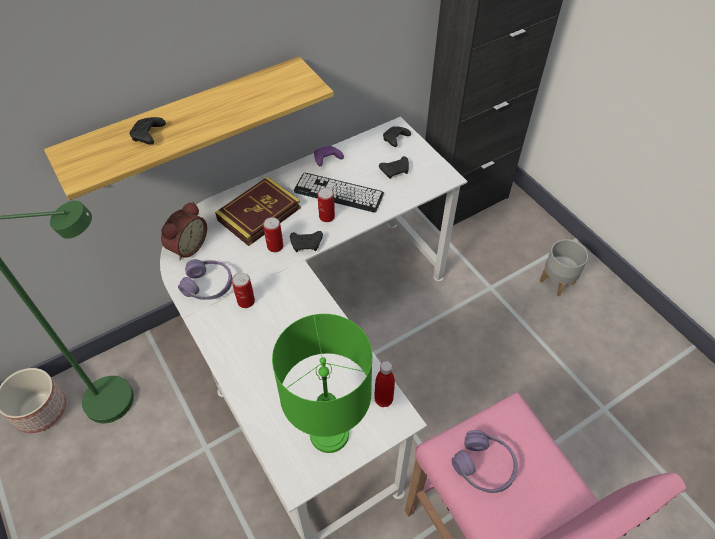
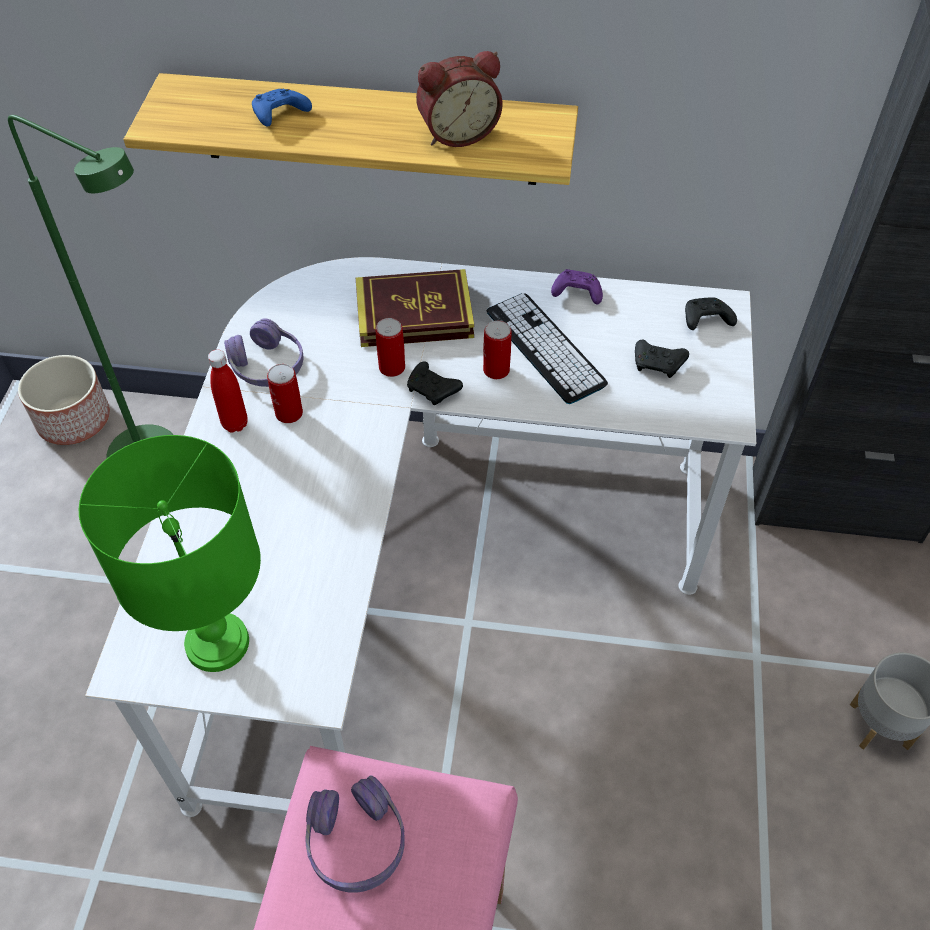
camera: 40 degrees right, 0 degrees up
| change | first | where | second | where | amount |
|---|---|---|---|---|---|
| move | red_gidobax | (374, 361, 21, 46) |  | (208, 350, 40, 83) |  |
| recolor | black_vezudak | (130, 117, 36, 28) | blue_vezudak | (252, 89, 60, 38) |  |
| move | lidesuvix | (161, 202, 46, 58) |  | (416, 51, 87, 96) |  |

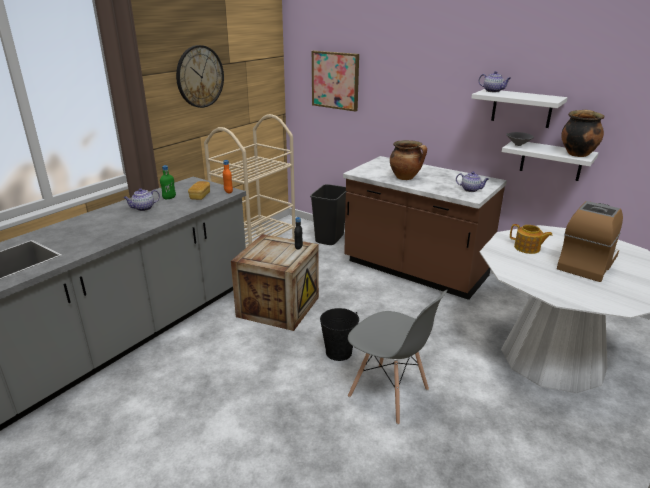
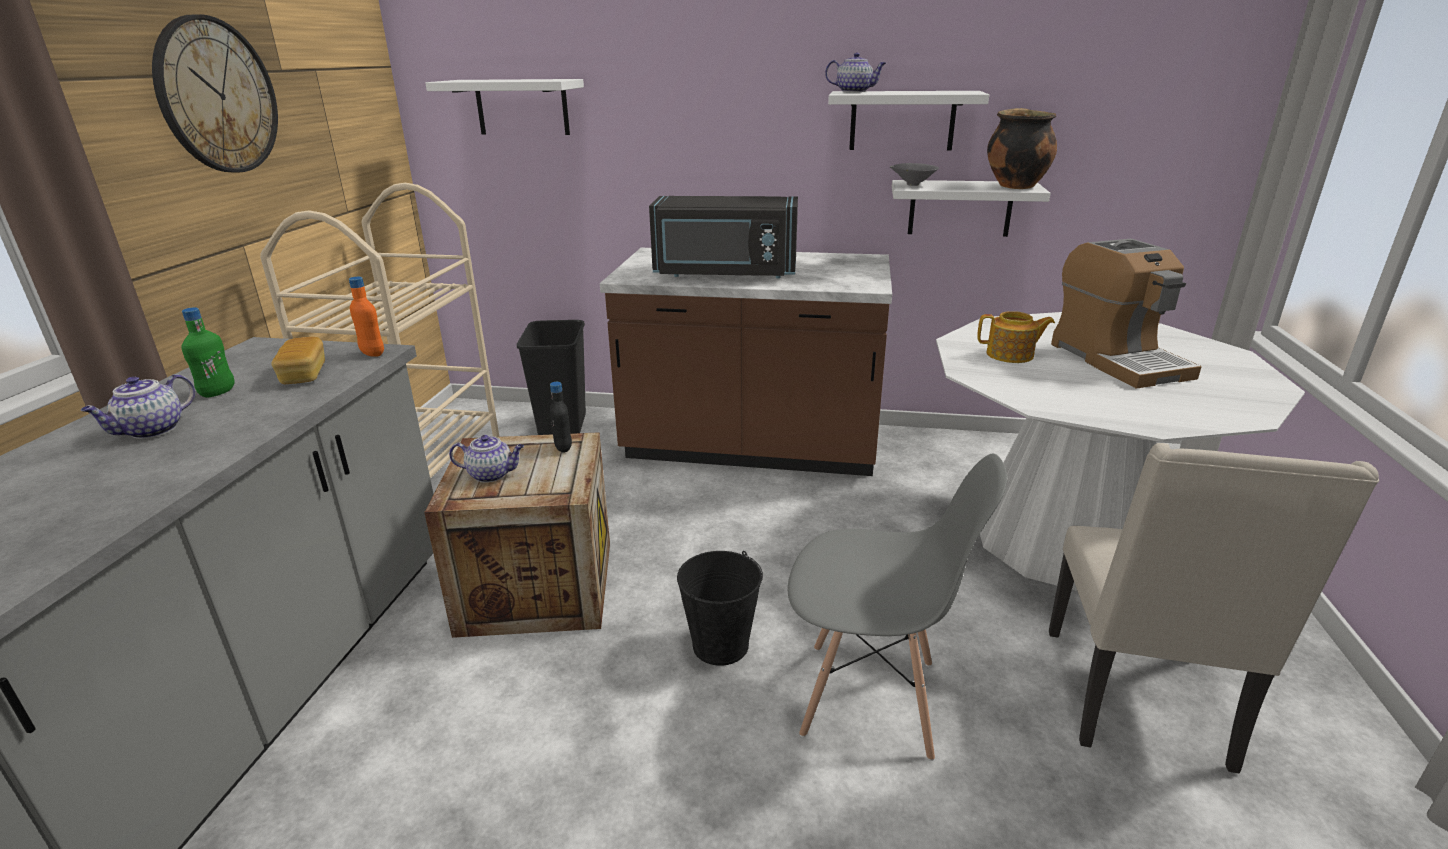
camera: 25 degrees left, 0 degrees up
| change | first | where | second | where | amount |
|---|---|---|---|---|---|
| replace | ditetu | (312, 51, 47, 61) | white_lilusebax | (425, 79, 159, 56) |  |
| move | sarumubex | (456, 172, 33, 20) |  | (449, 435, 75, 48) |  |
| replace | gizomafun | (390, 140, 37, 40) | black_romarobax | (649, 196, 149, 82) |  |
| insert |  |  | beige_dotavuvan | (1049, 443, 330, 331) |  |
| rotate | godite | (557, 201, 66, 81) |  | (1051, 239, 151, 150) | 150 degrees clockwise |

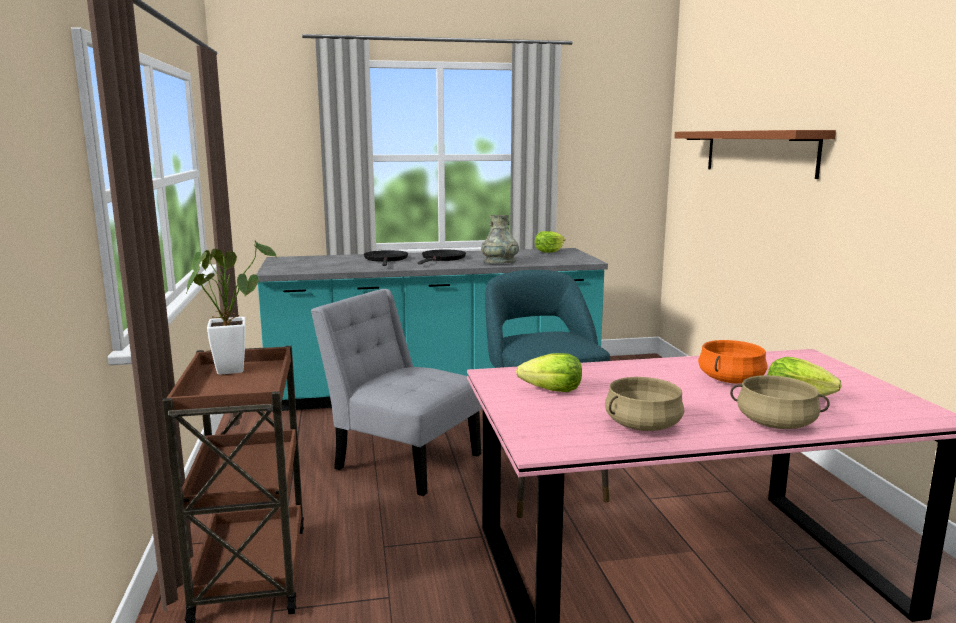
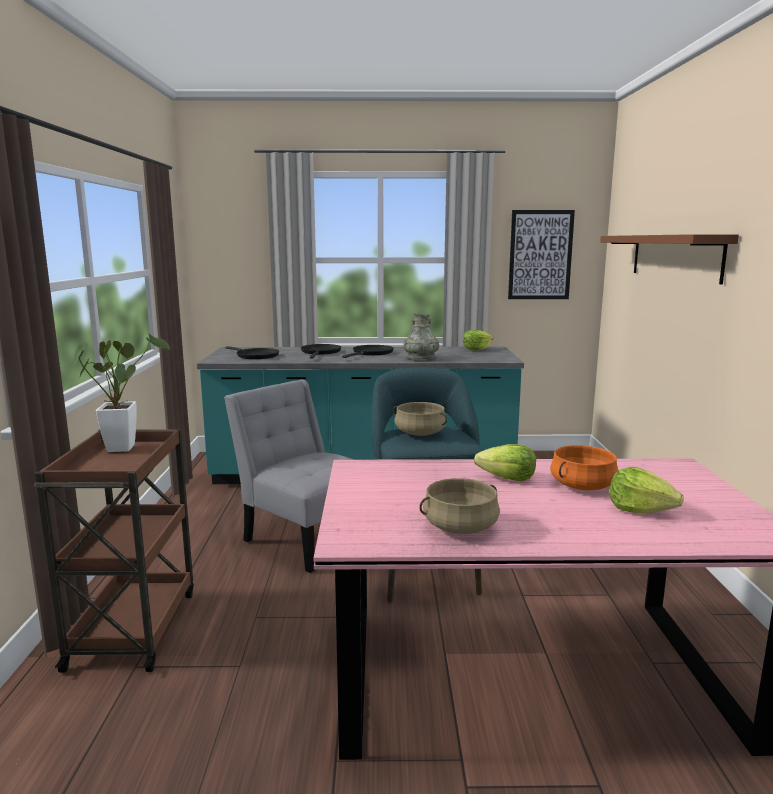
camera: 10 degrees right, 0 degrees up
| change | first | where | second | where | amount |
|---|---|---|---|---|---|
| insert |  |  | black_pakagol | (225, 346, 54, 13) |  |
| move | beige_gizomafun | (730, 375, 100, 54) |  | (393, 402, 54, 34) |  |
| move | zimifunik | (516, 353, 66, 39) |  | (474, 444, 62, 38) |  |
| insert |  |  | ditetu | (508, 210, 67, 89) |  |

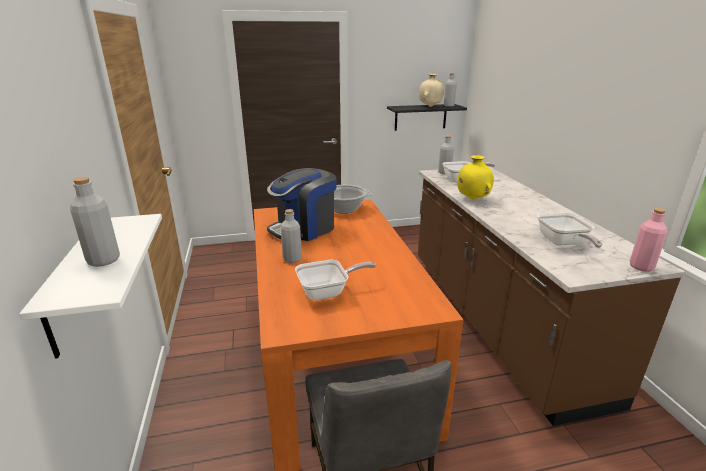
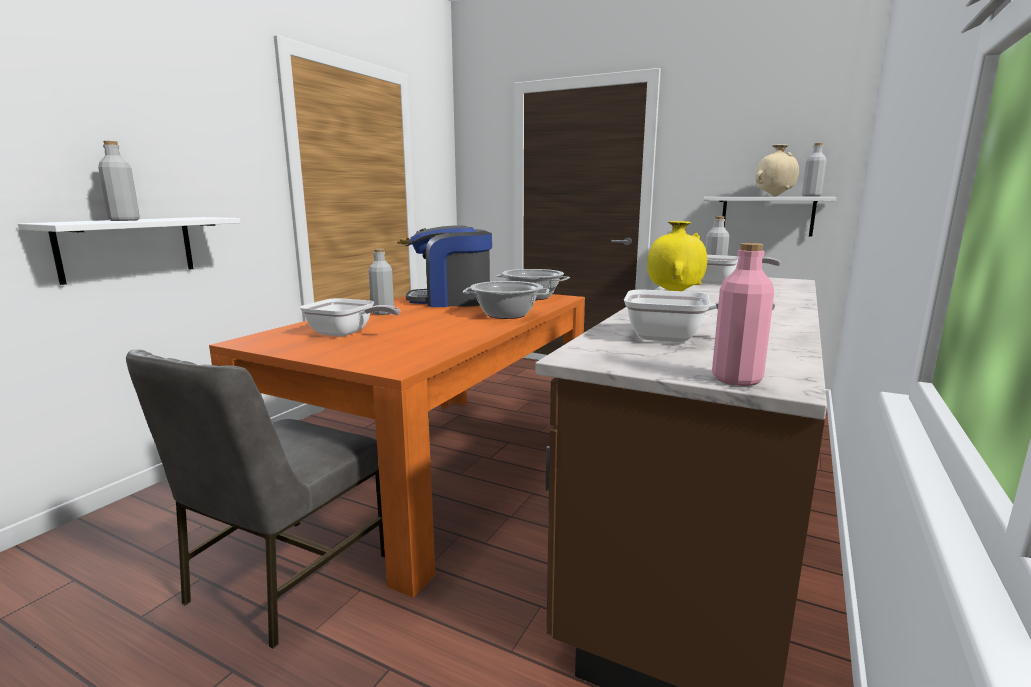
camera: 40 degrees right, 10 degrees down
| change | first | where | second | where | amount |
|---|---|---|---|---|---|
| insert |  |  | gizomafun | (463, 281, 86, 38) |  |
| rotate | pakagol | (537, 213, 66, 35) |  | (624, 290, 151, 52) | 105 degrees counterclockwise |
| recolor | black_lilusebax | (387, 104, 80, 27) | white_lilusebax | (703, 197, 133, 40) |  |

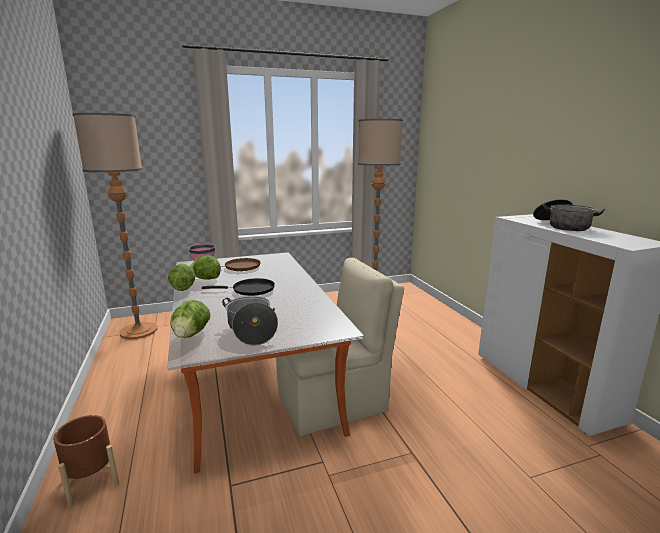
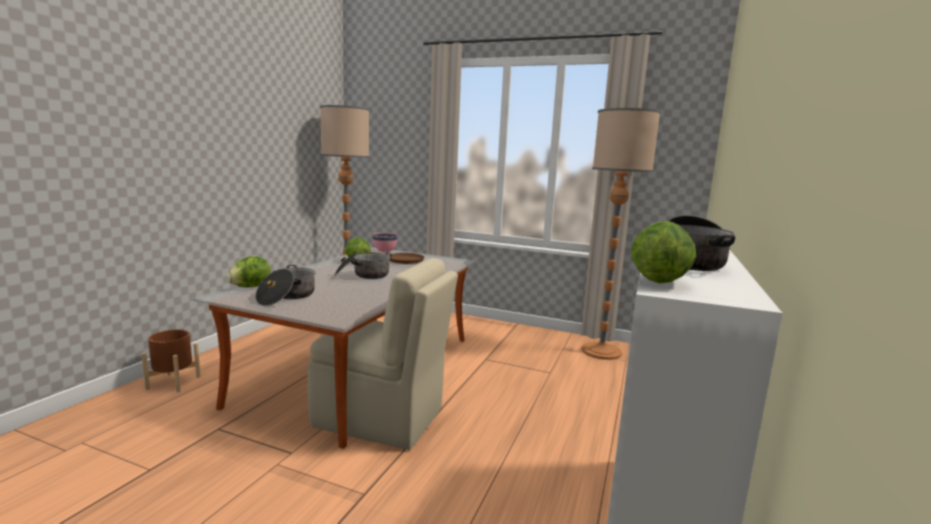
camera: 40 degrees right, 5 degrees down
| change | first | where | second | where | amount |
|---|---|---|---|---|---|
| replace | black_pakagol | (202, 278, 73, 18) | gizomafun | (334, 251, 58, 28) |  |
| move | zimifunik | (168, 264, 27, 27) |  | (631, 221, 65, 62) |  |

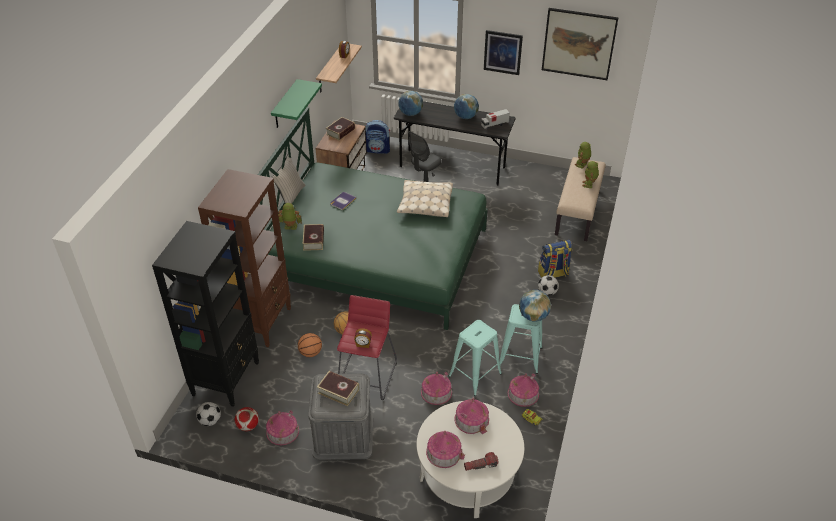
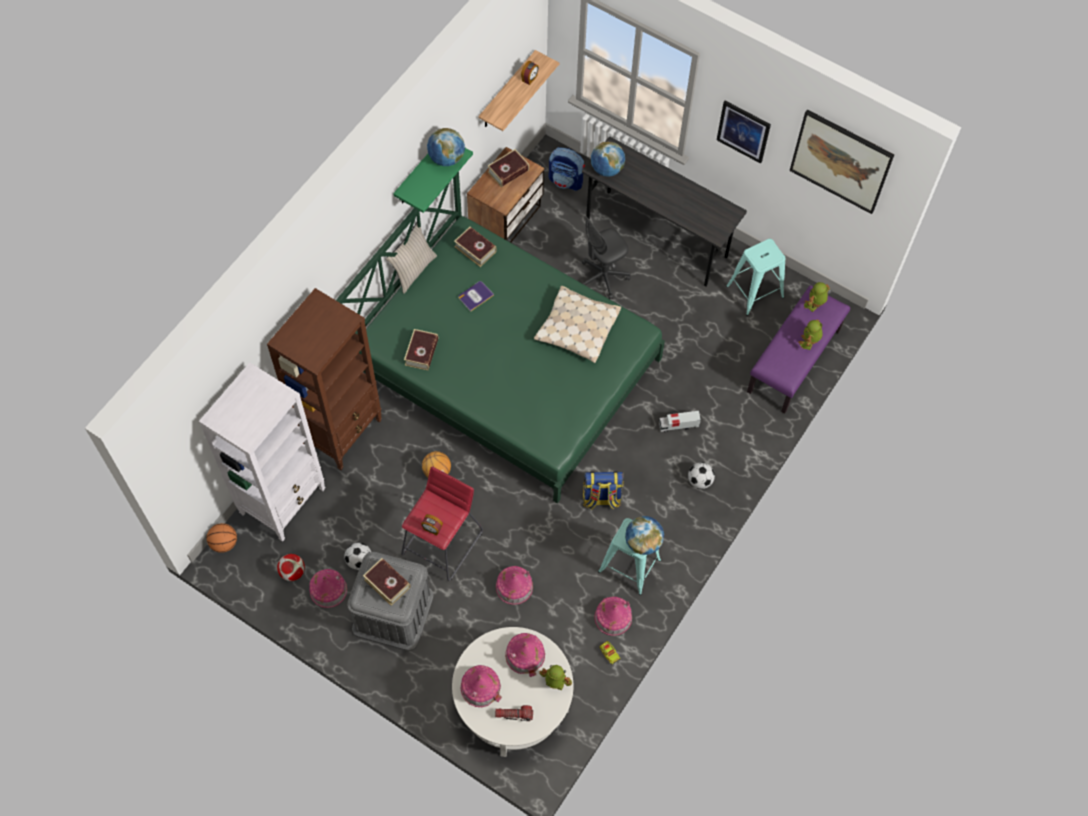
camera: 15 degrees right, 20 degrees up
| change | first | where | second | where | amount |
|---|---|---|---|---|---|
| recolor | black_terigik | (152, 221, 107, 186) | white_terigik | (199, 363, 126, 179) |  |
| move | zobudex | (298, 333, 24, 24) |  | (207, 523, 30, 30) |  |
| move | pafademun | (196, 402, 25, 24) |  | (345, 542, 26, 28) |  |
| move | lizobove | (454, 94, 25, 25) |  | (427, 128, 38, 38) |  |
| insert |  |  | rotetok | (454, 227, 43, 40) |  |
| move | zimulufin | (278, 203, 24, 27) |  | (539, 665, 33, 25) |  |
| move | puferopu | (538, 240, 34, 38) |  | (583, 471, 41, 39) |  |
| move | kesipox | (481, 109, 29, 20) |  | (658, 411, 43, 21) |  |
| move | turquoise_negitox | (448, 320, 54, 76) |  | (726, 239, 60, 77) |  |
| recolor | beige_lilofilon | (555, 157, 51, 84) | purple_lilofilon | (747, 285, 103, 129) |  |

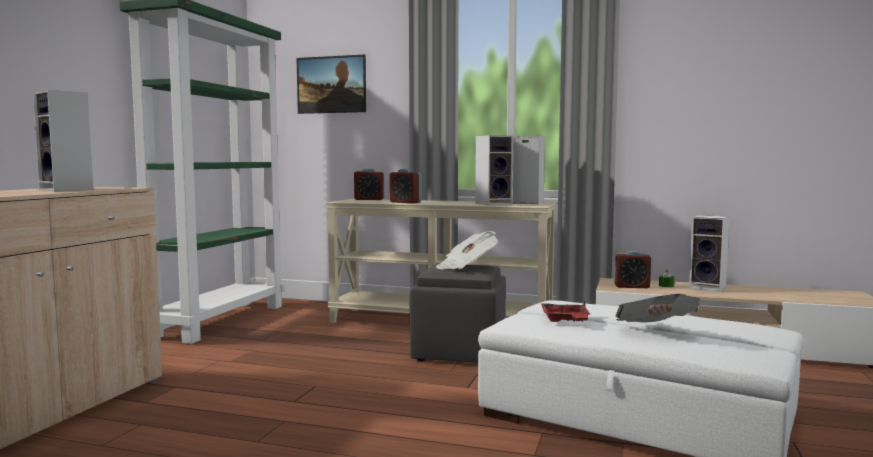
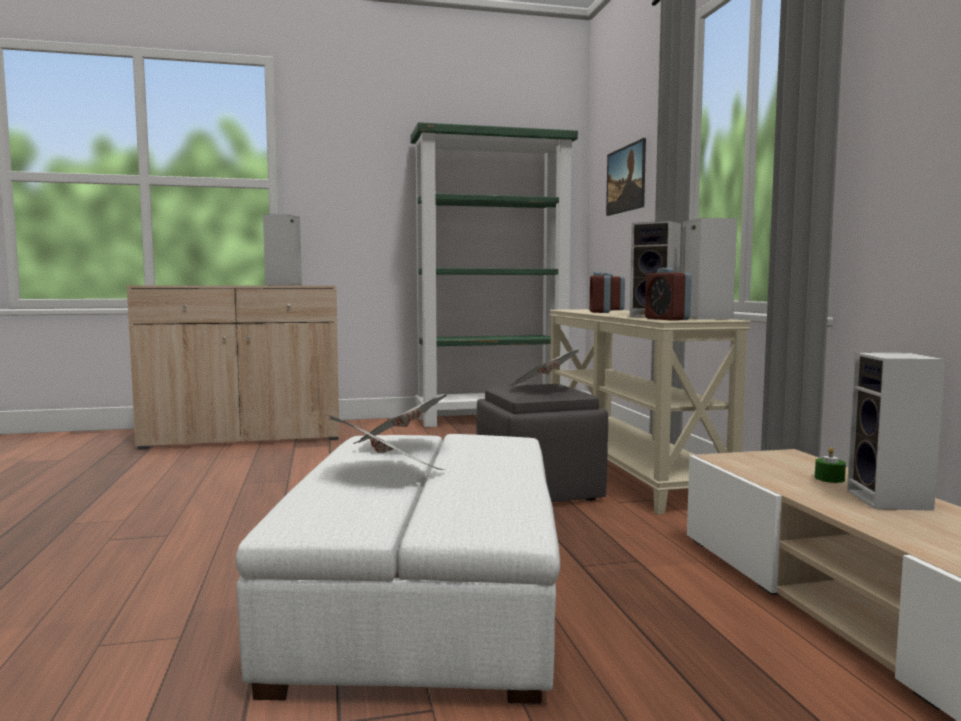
camera: 60 degrees right, 0 degrees up
| change | first | where | second | where | amount |
|---|---|---|---|---|---|
| replace | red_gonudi | (541, 301, 50, 21) | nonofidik | (353, 392, 94, 52) |  |
| move | lidesuvix | (614, 251, 37, 37) |  | (645, 268, 47, 53) |  |

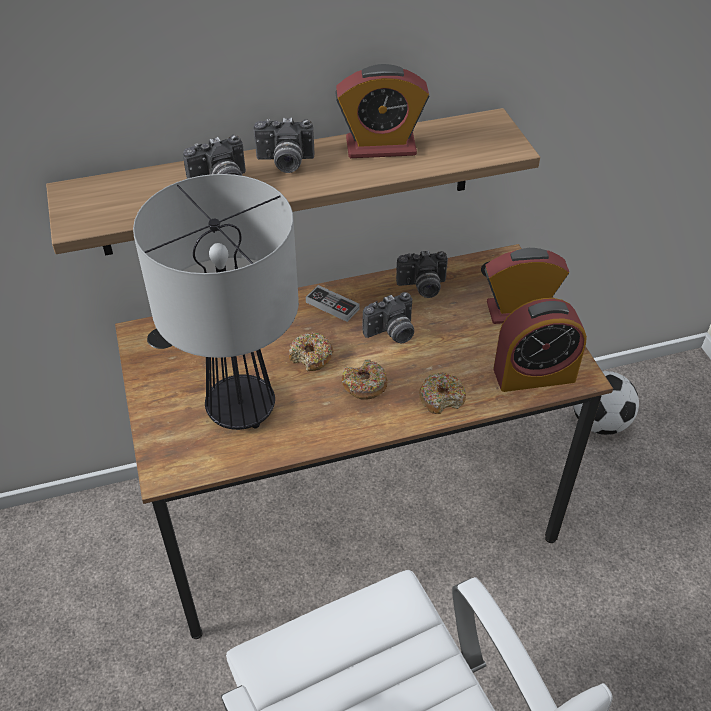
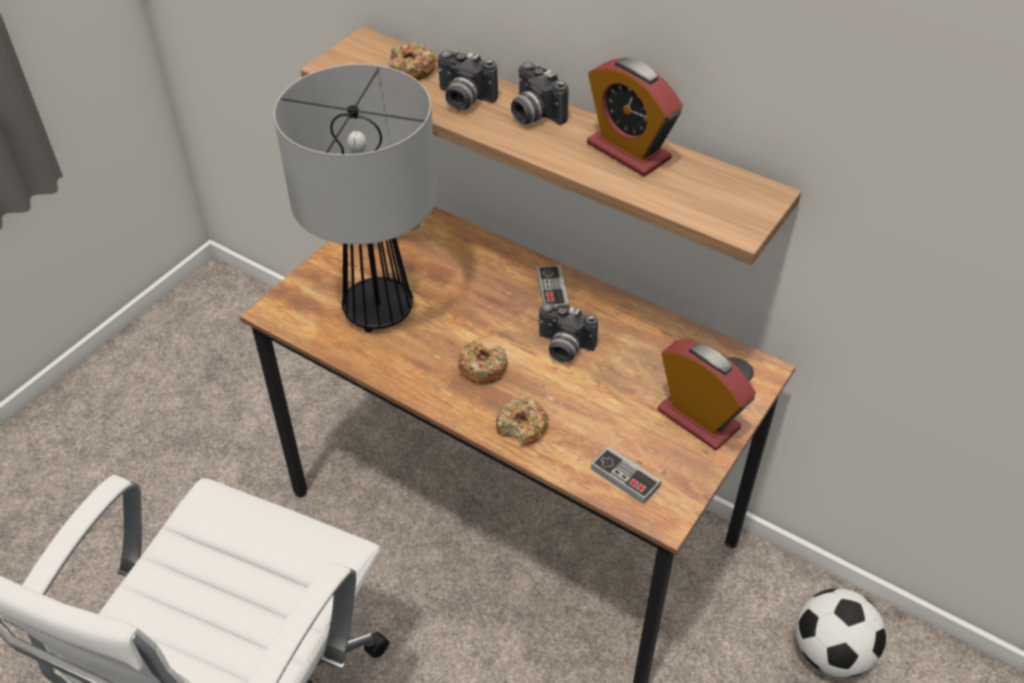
camera: 50 degrees right, 0 degrees up
| change | first | where | second | where | amount |
|---|---|---|---|---|---|
| move | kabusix | (289, 332, 45, 39) |  | (389, 43, 48, 37) |  |
| replace | lidesuvix | (493, 298, 94, 94) | vezudak | (591, 446, 70, 58) |  |
| delete | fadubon | (396, 250, 52, 48) |  |  |  |

